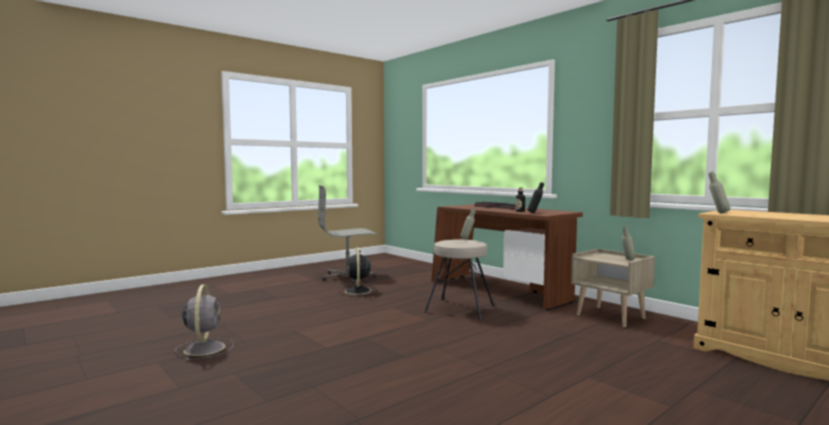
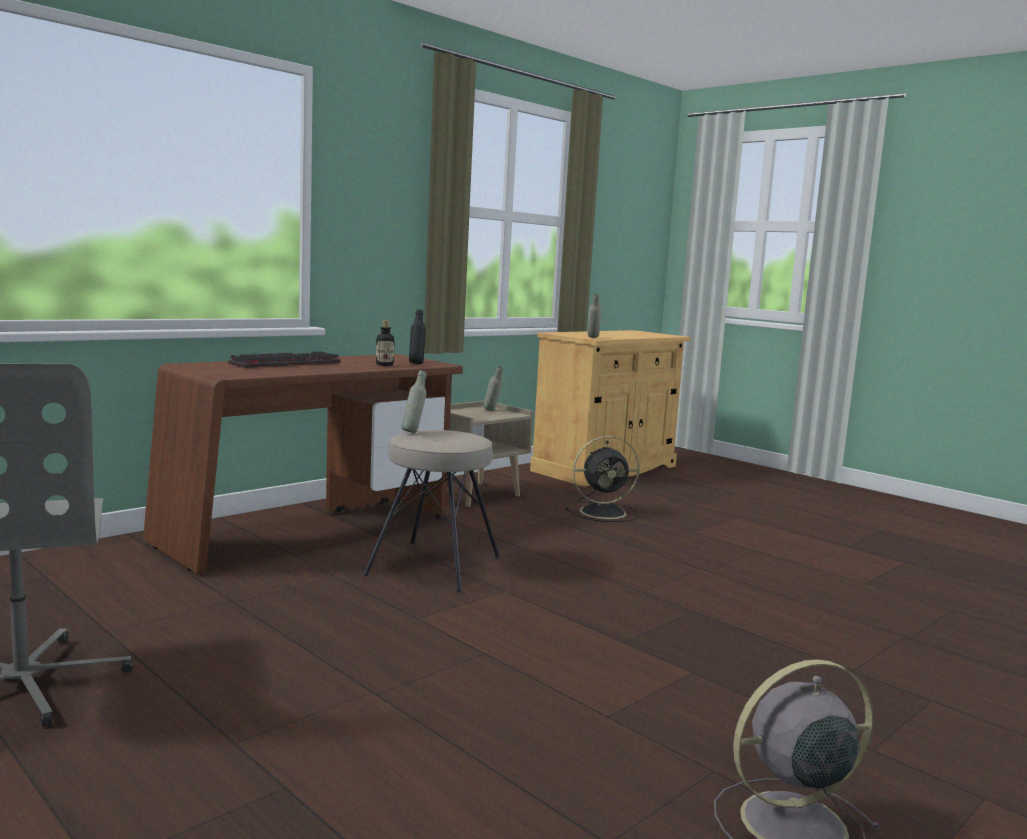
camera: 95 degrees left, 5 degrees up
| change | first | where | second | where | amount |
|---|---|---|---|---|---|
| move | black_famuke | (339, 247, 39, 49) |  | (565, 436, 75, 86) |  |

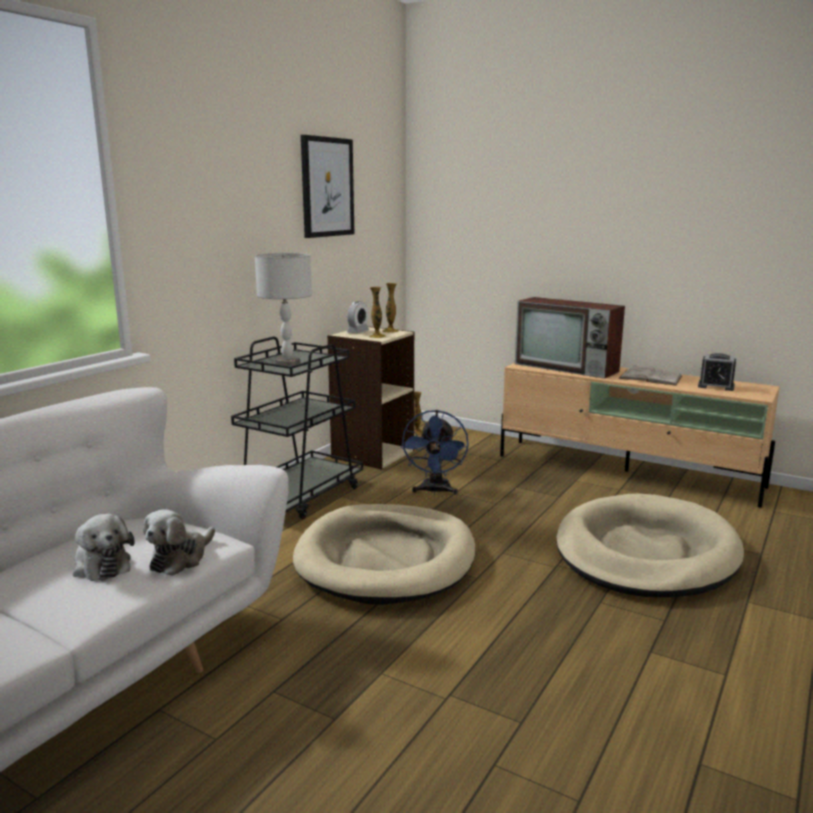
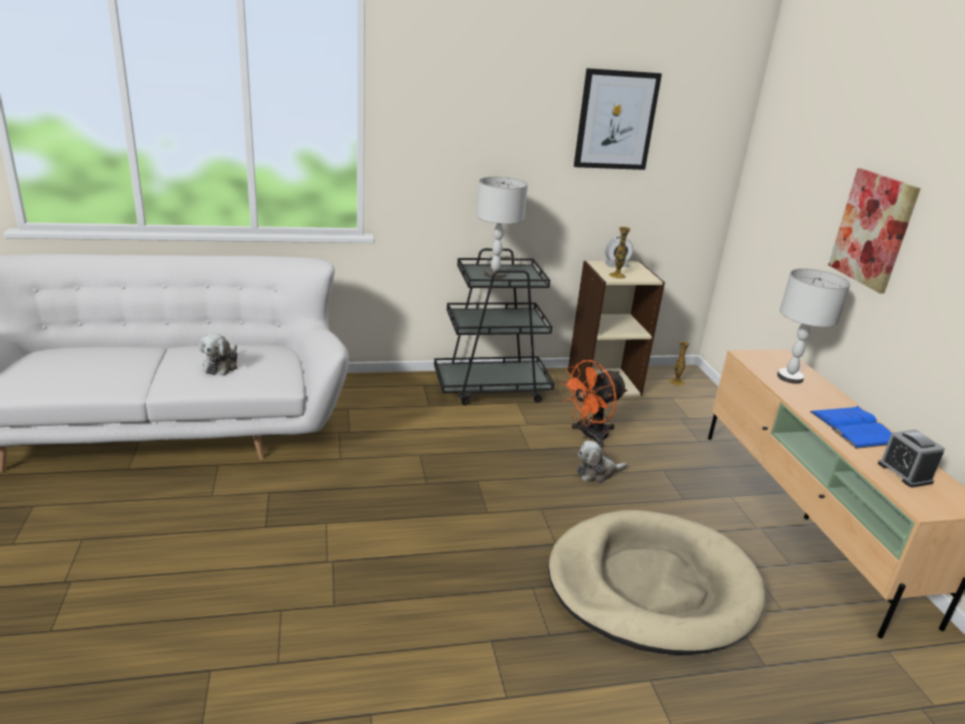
camera: 45 degrees right, 10 degrees up
| change | first | where | second | where | amount |
|---|---|---|---|---|---|
| recolor | blue_famuke | (401, 410, 68, 85) | orange_famuke | (561, 360, 66, 88) |  |
| move | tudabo | (143, 509, 72, 67) |  | (577, 441, 50, 42) |  |
| replace | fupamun | (515, 297, 110, 82) | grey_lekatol | (777, 268, 73, 116) |  |
| recolor | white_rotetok | (618, 365, 64, 21) | blue_rotetok | (810, 406, 82, 43) |  |
| insert |  |  | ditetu | (828, 168, 93, 125) |  |
| delete | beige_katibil | (293, 504, 182, 101) |  |  |  |
| delete | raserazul | (383, 283, 16, 50) |  |  |  |

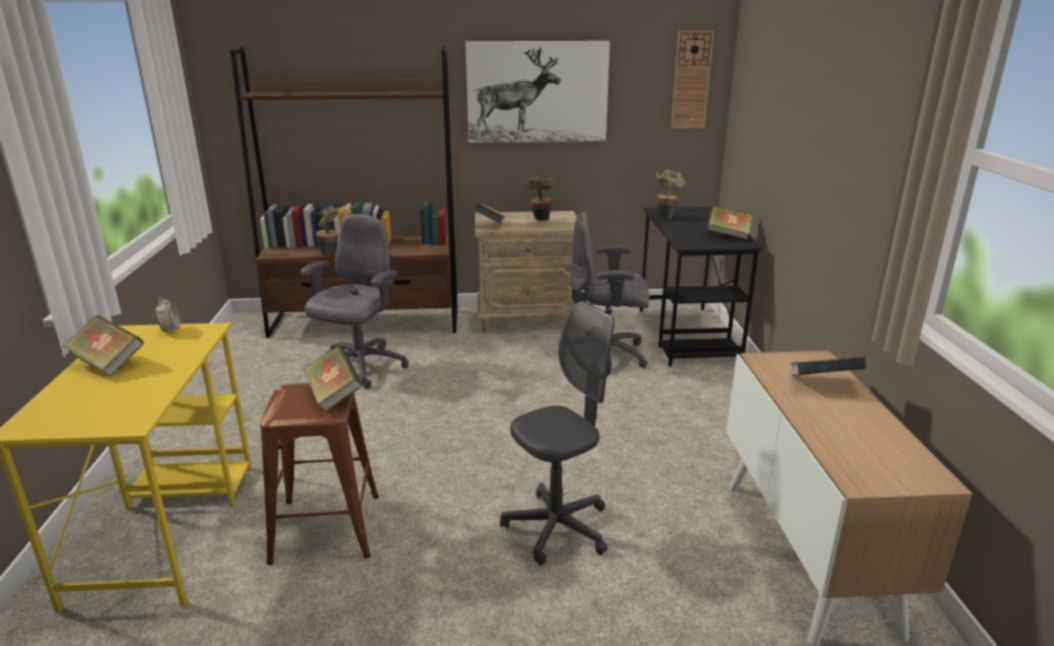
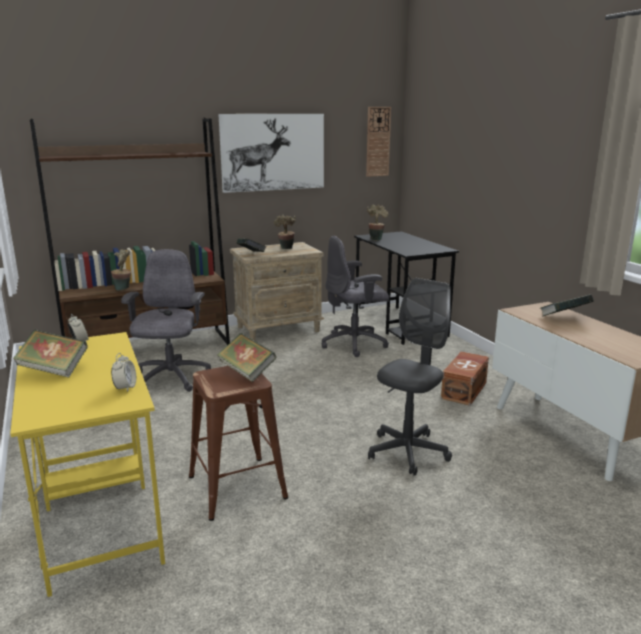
camera: 20 degrees left, 5 degrees down
| change | first | where | second | where | amount |
|---|---|---|---|---|---|
| insert |  |  | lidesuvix | (111, 353, 25, 39) |  |
| insert |  |  | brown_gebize | (441, 352, 48, 54) |  |
| delete | rotetok | (707, 205, 46, 35) |  |  |  |

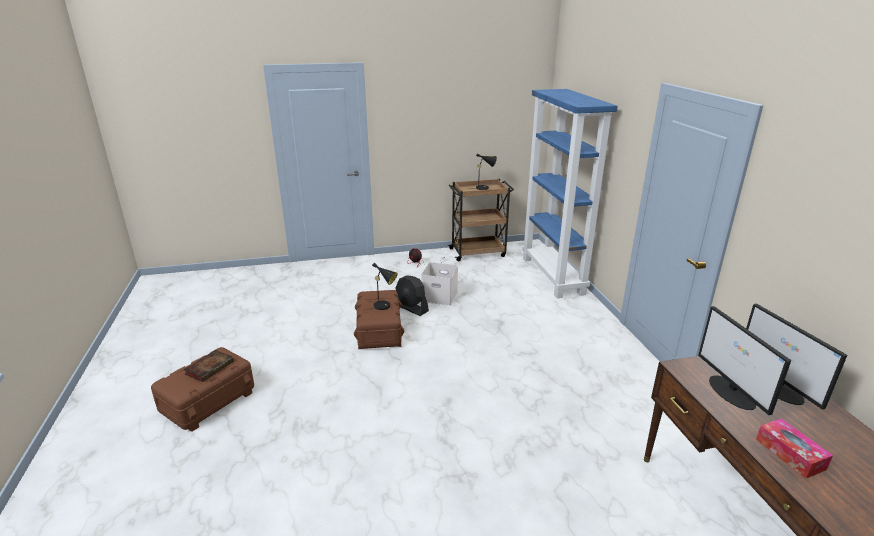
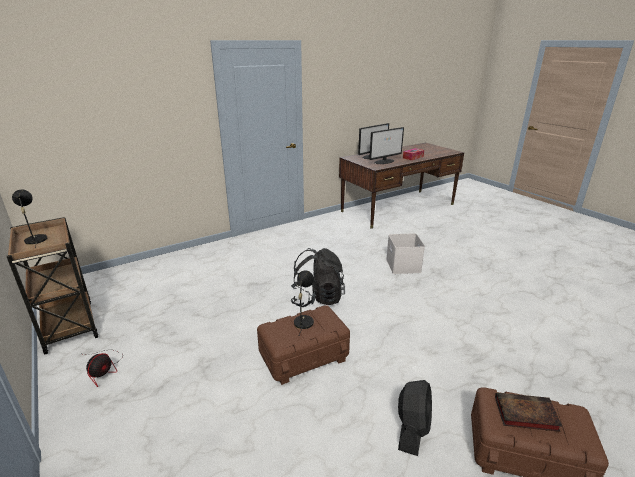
camera: 110 degrees left, 0 degrees up
| change | first | where | second | where | amount |
|---|---|---|---|---|---|
| insert |  |  | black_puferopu | (290, 248, 55, 59) |  |
| move | white_gebize | (421, 262, 37, 44) |  | (386, 233, 39, 41) |  |
| move | black_famuke | (396, 275, 33, 41) |  | (398, 380, 34, 76) |  |
| delete | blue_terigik | (522, 89, 96, 209) |  |  |  |

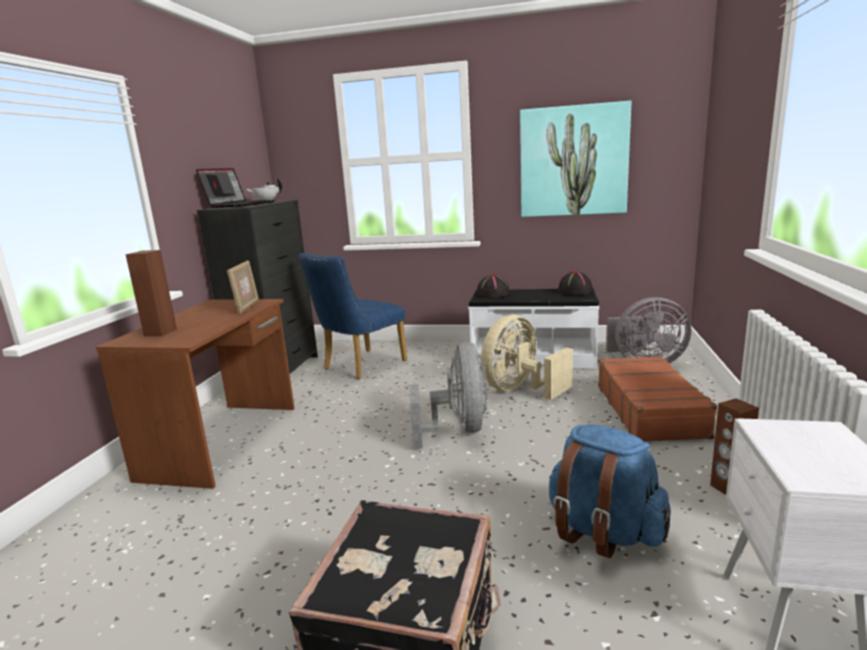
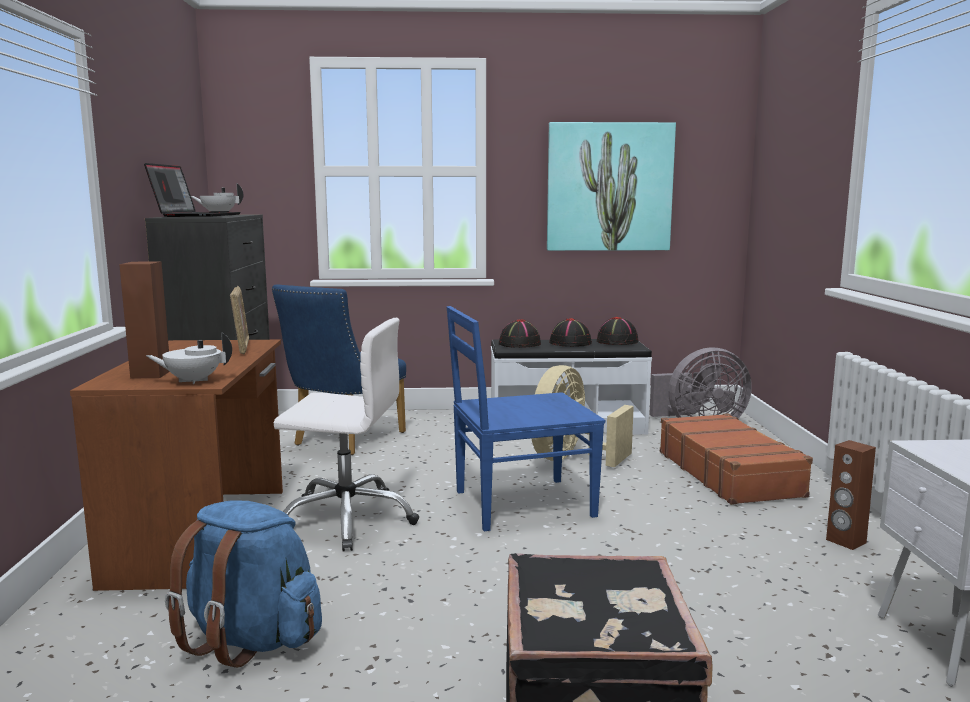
camera: 15 degrees left, 5 degrees down
| change | first | where | second | where | amount |
|---|---|---|---|---|---|
| insert |  |  | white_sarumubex | (146, 332, 86, 52) |  |
| move | blue_puferopu | (549, 424, 121, 134) |  | (165, 500, 157, 168) |  |
| insert |  |  | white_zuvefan | (274, 318, 145, 233) |  |
| replace | grey_famuke | (410, 342, 78, 107) | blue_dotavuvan | (447, 306, 158, 225) |  |
| insert |  |  | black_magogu | (549, 318, 43, 29) |  |

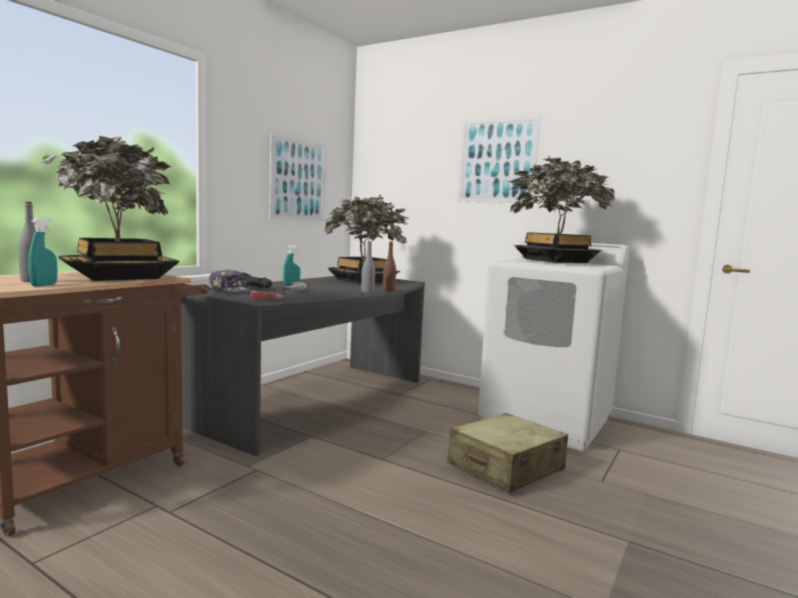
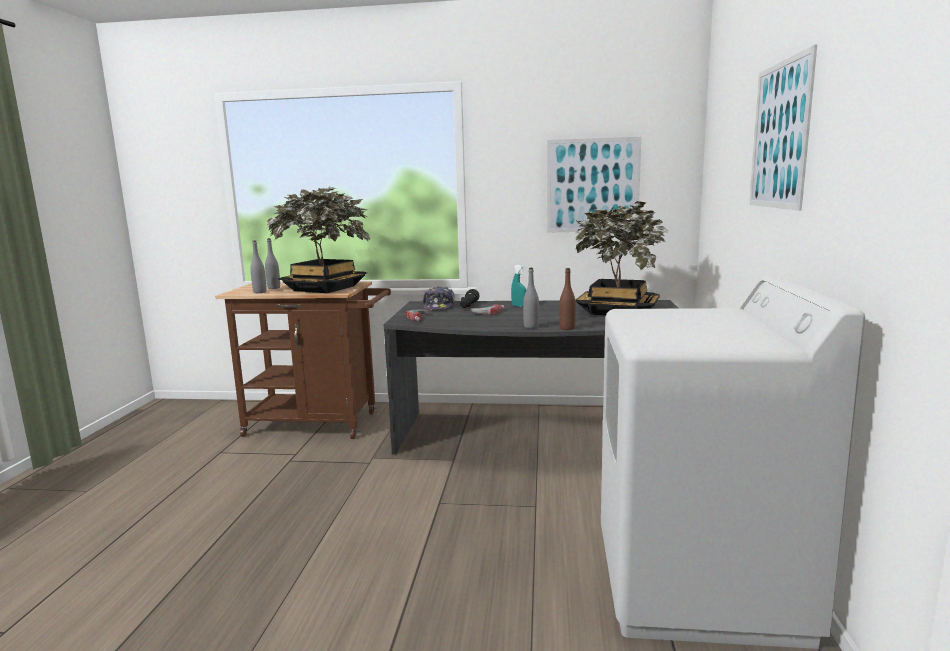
camera: 65 degrees right, 5 degrees up
| change | first | where | second | where | amount |
|---|---|---|---|---|---|
| replace | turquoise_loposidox | (28, 218, 29, 68) | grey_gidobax | (250, 241, 17, 52) |  |
| delete | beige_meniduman | (447, 413, 121, 80) |  |  |  |
| delete | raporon | (508, 156, 107, 107) |  |  |  |

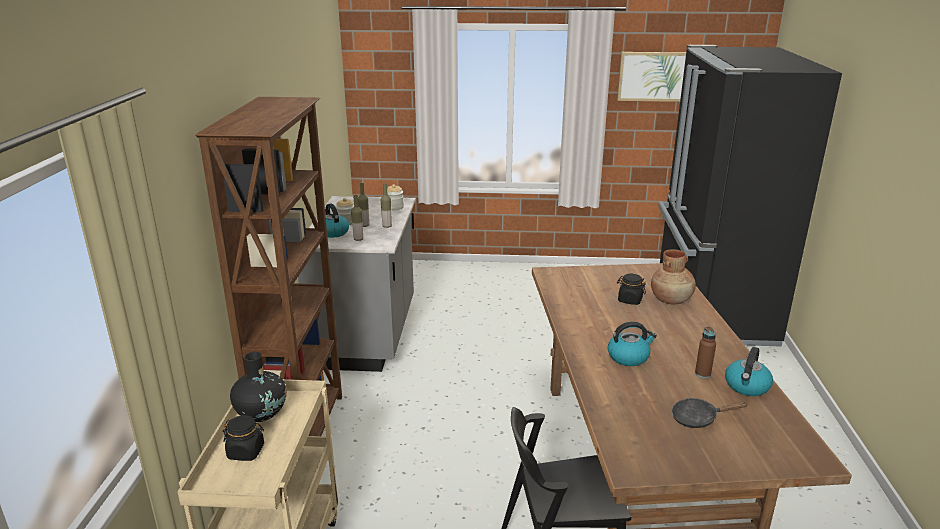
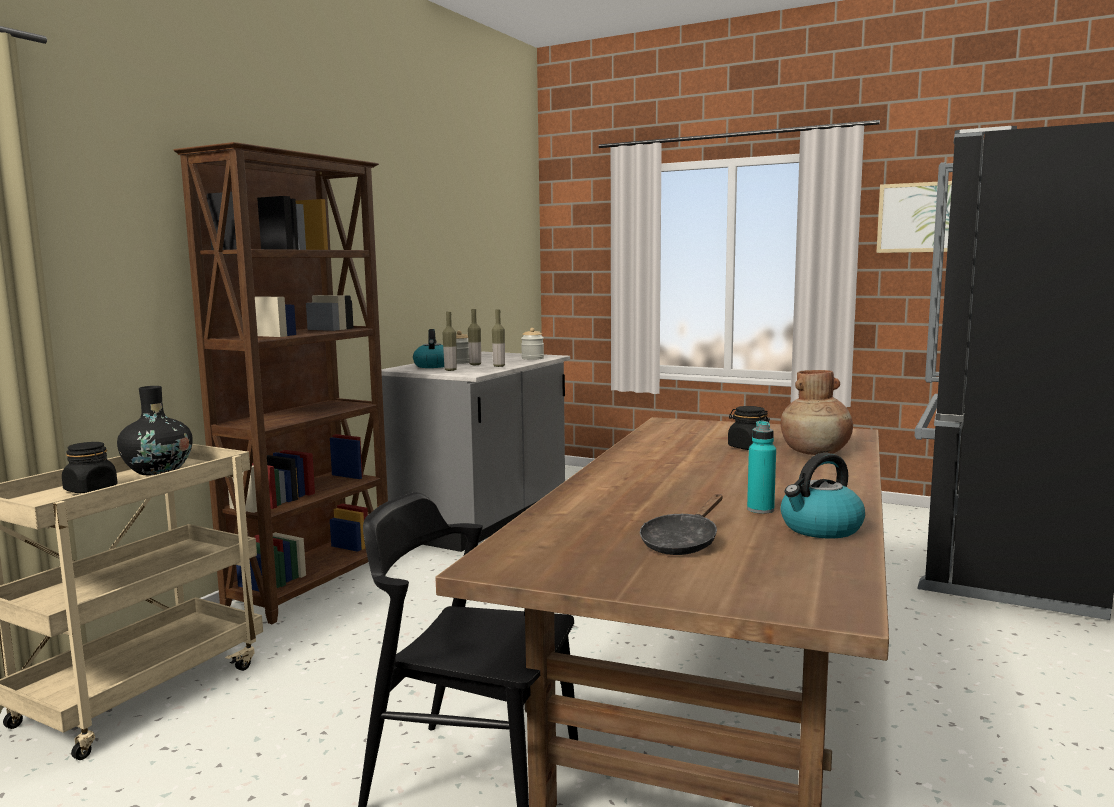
camera: 25 degrees right, 15 degrees down
| change | first | where | second | where | amount |
|---|---|---|---|---|---|
| rotate | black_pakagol | (672, 398, 76, 30) |  | (640, 494, 83, 61) | 75 degrees counterclockwise |
| recolor | brown_gidobax | (695, 326, 21, 52) | turquoise_gidobax | (747, 421, 29, 93) |  |
| delete | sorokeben | (608, 322, 49, 44) |  |  |  |

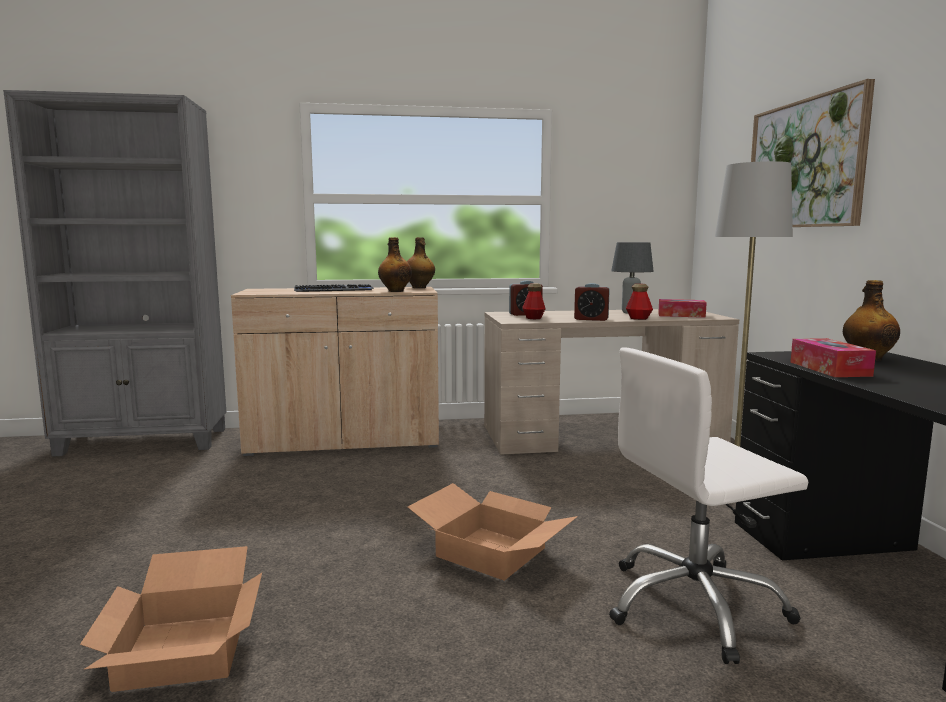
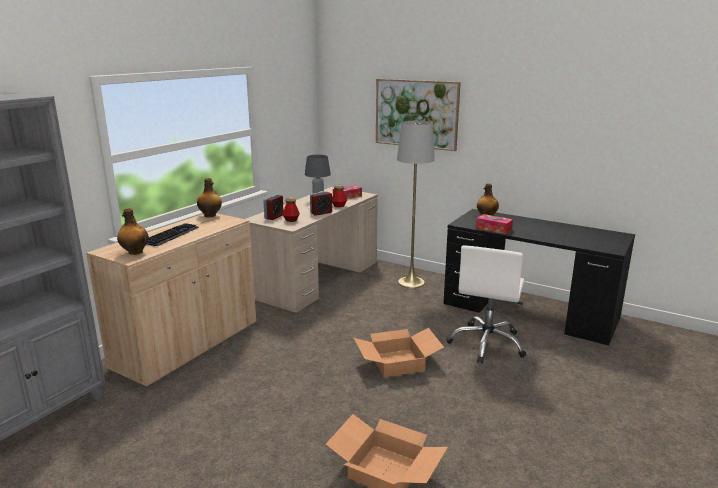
camera: 50 degrees left, 10 degrees up
| change | first | where | second | where | amount |
|---|---|---|---|---|---|
| move | gidobax | (378, 237, 34, 55) |  | (117, 208, 32, 47) |  |

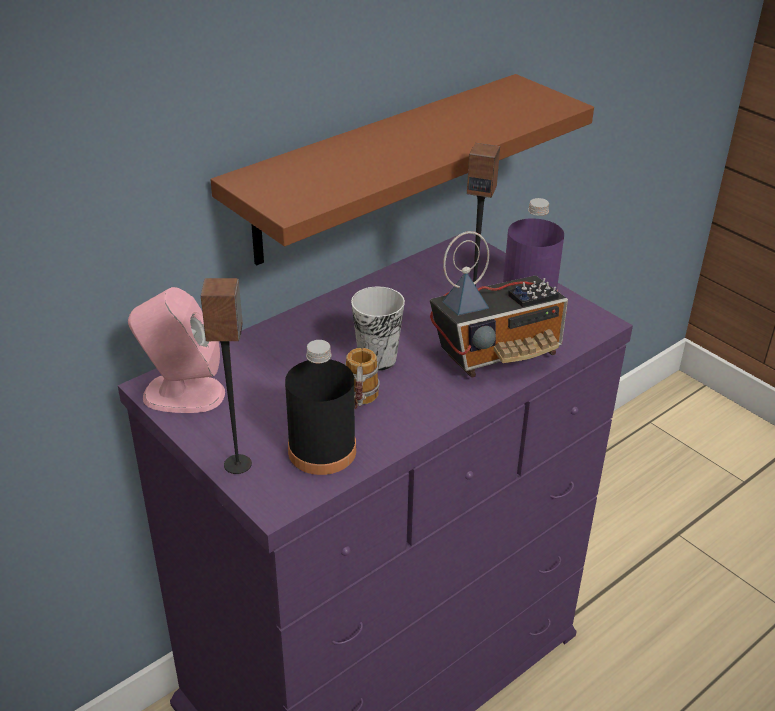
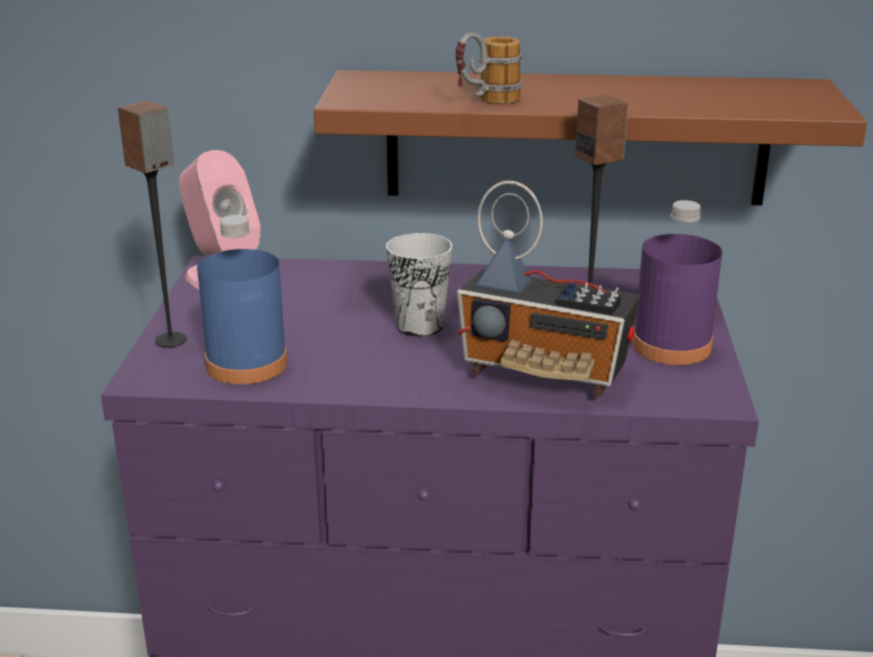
camera: 45 degrees right, 10 degrees down
| change | first | where | second | where | amount |
|---|---|---|---|---|---|
| recolor | black_gidobax | (285, 340, 71, 135) | blue_gidobax | (197, 215, 90, 169) |  |
| move | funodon | (345, 348, 35, 61) |  | (455, 32, 67, 72) |  |

